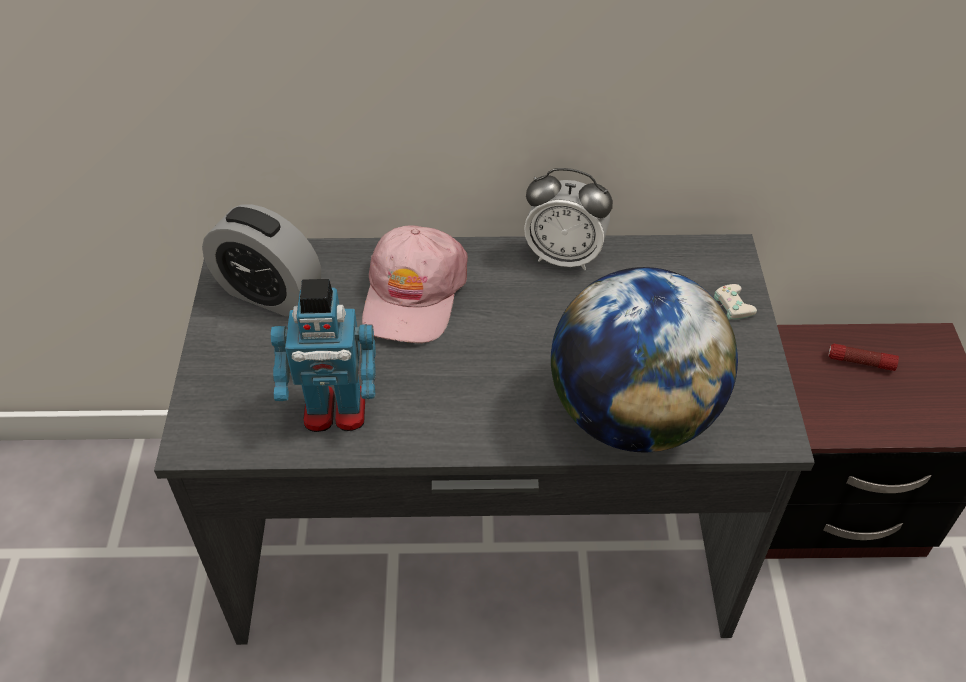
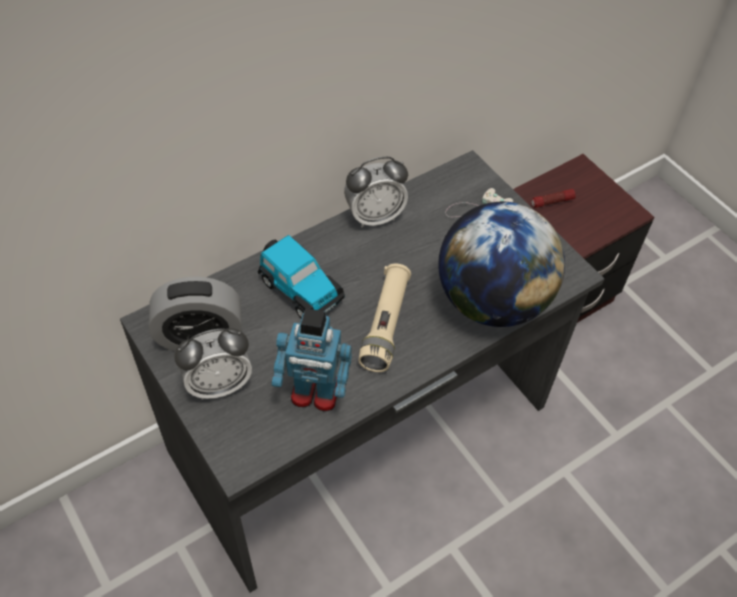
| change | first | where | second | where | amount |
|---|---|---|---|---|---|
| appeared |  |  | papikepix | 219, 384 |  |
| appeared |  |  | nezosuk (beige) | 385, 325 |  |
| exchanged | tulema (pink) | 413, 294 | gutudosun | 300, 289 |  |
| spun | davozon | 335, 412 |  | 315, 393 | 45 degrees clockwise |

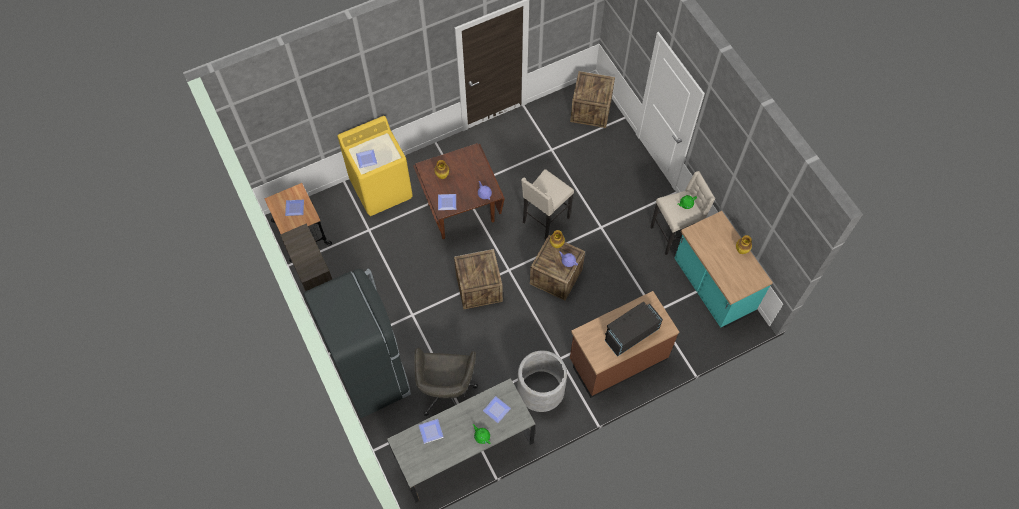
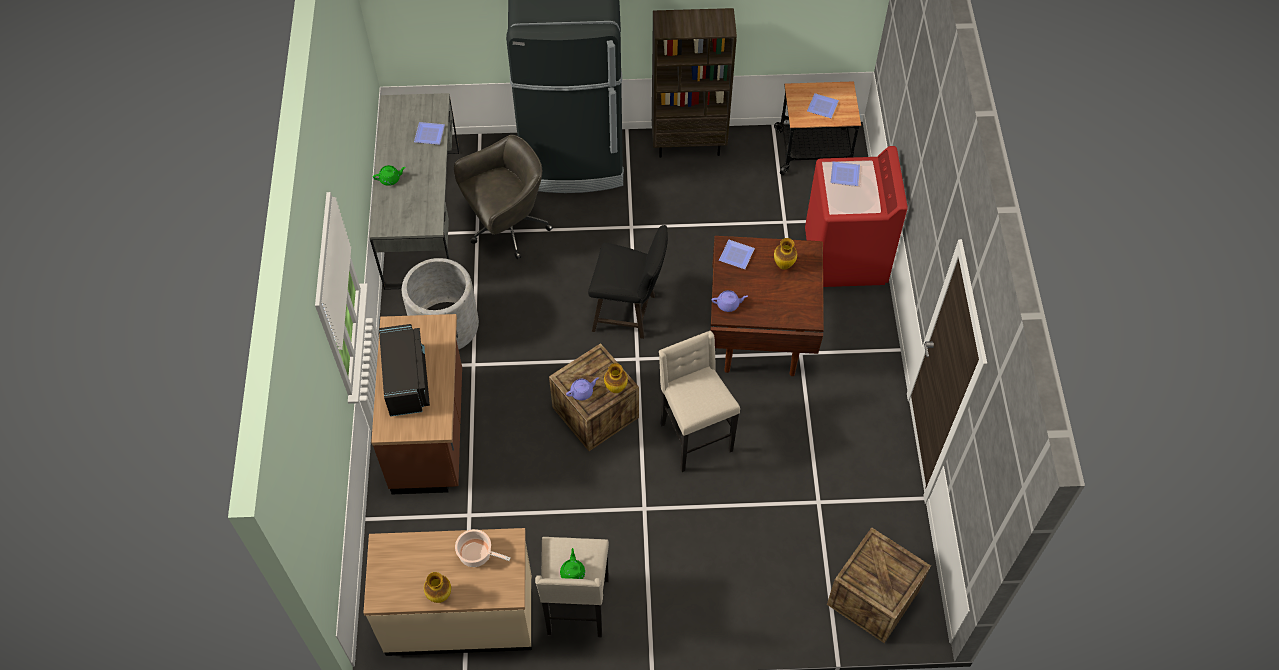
| change | first | where | second | where | amount |
|---|---|---|---|---|---|
| missing | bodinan | 496, 411 |  |  |  |
| appeared |  |  | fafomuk | 477, 554 |  |
| exchanged | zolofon | 479, 288 | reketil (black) | 629, 313 |  |
| colour | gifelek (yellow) | 381, 189 | gifelek (red) | 845, 257 |  |
| colour | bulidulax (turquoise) | 712, 287 | bulidulax (beige) | 460, 616 |  |
| spun | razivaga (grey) | 447, 390 |  | 507, 227 | 120 degrees clockwise |

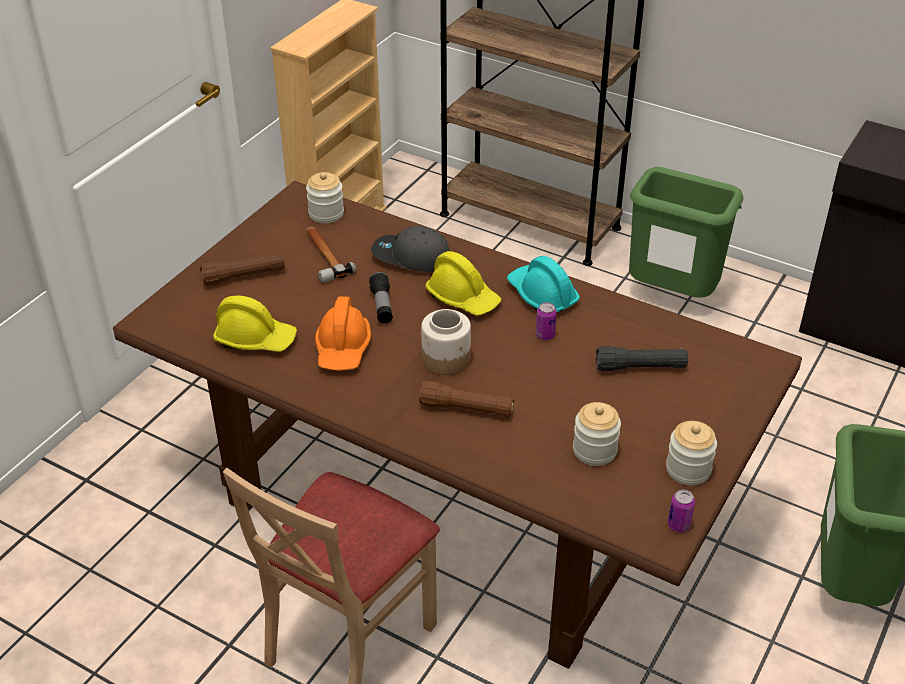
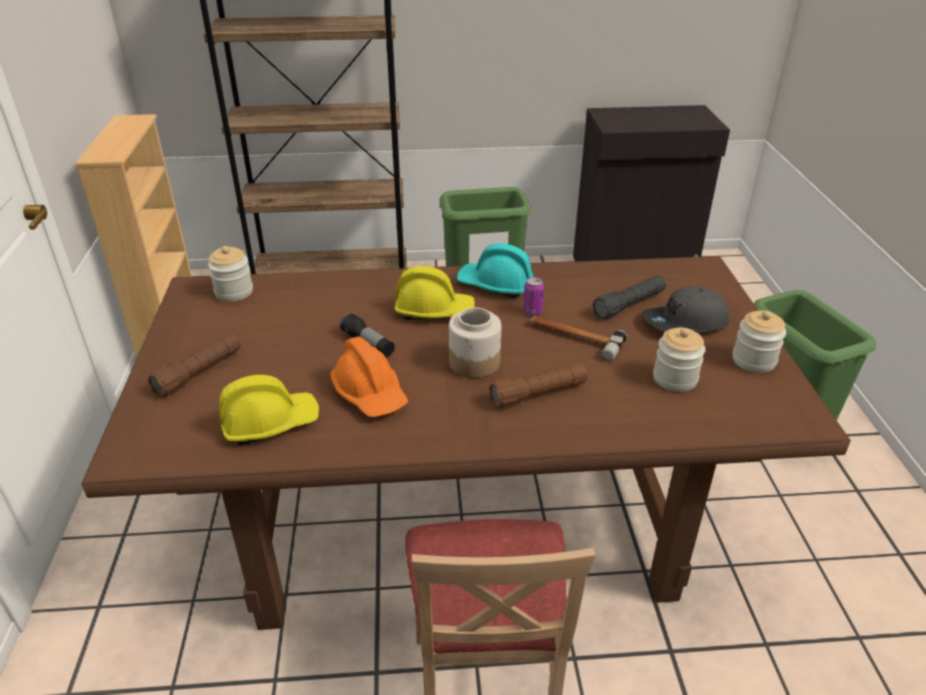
| change | first | where | second | where | amount |
|---|---|---|---|---|---|
| missing | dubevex | 678, 525 |  |  |  |
| relocated | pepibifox | 324, 256 |  | 574, 338 |  |
| relocated | tulema (grey) | 411, 258 |  | 685, 323 |  |

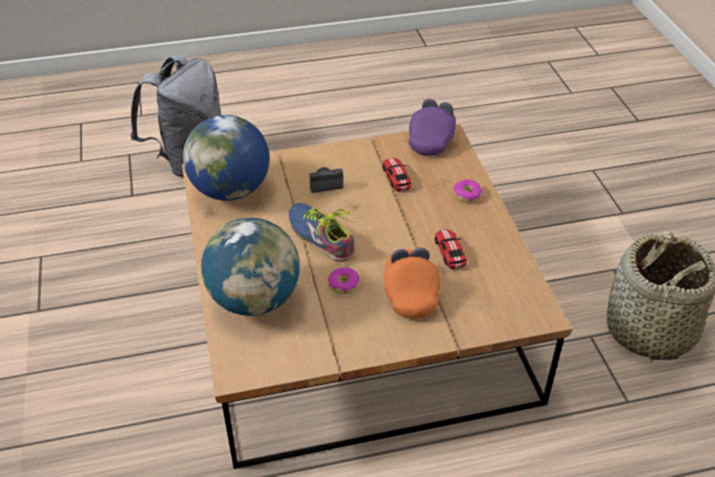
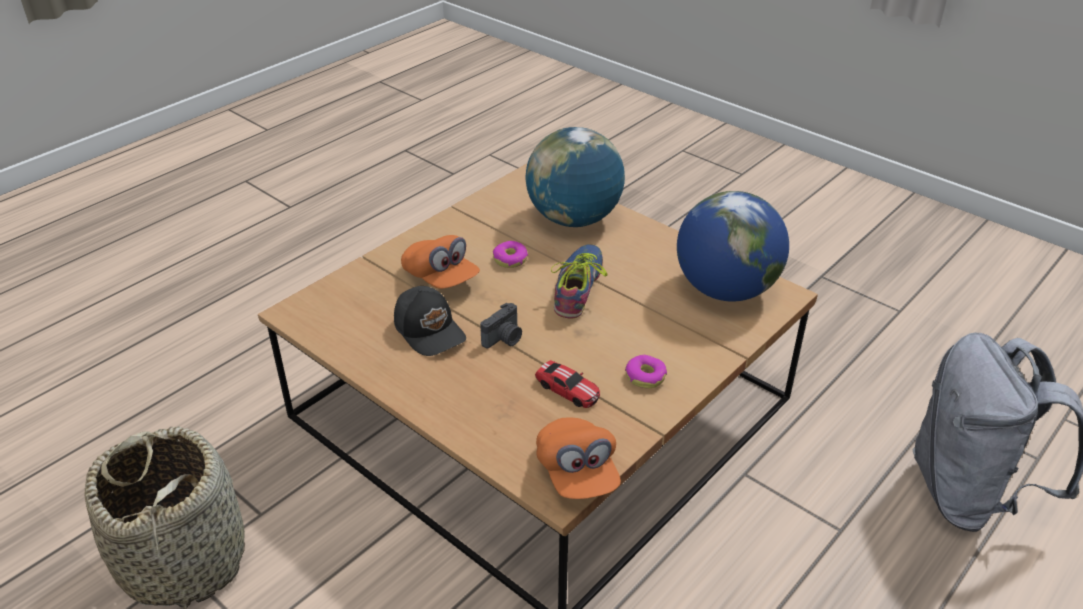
| change | first | where | second | where | amount |
|---|---|---|---|---|---|
| relocated | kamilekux | 325, 185 |  | 504, 339 |  |
| relocated | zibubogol | 467, 195 |  | 645, 376 |  |
| exchanged | gutudosun | 449, 252 | tulema (black) | 430, 330 |  |
| colour | tulema (purple) | 432, 139 | tulema (orange) | 577, 473 |  |
| spun | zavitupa | 320, 237 |  | 577, 287 | 90 degrees counterclockwise |

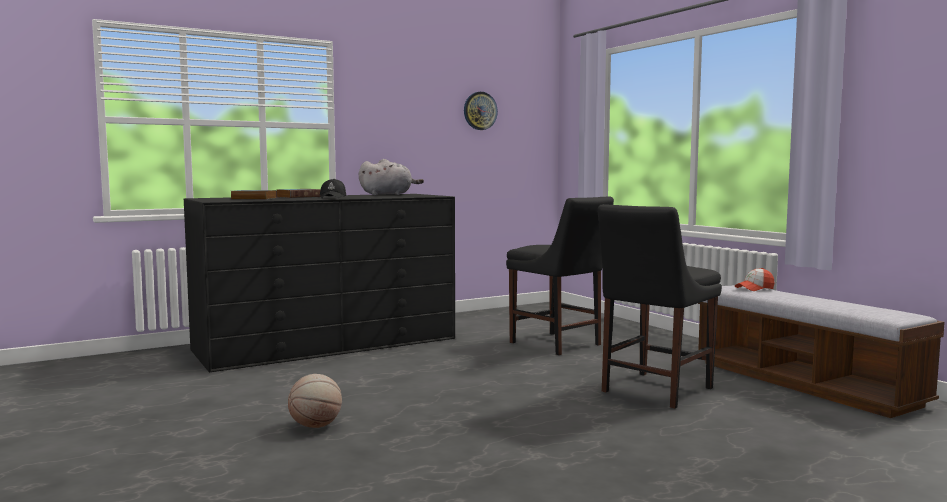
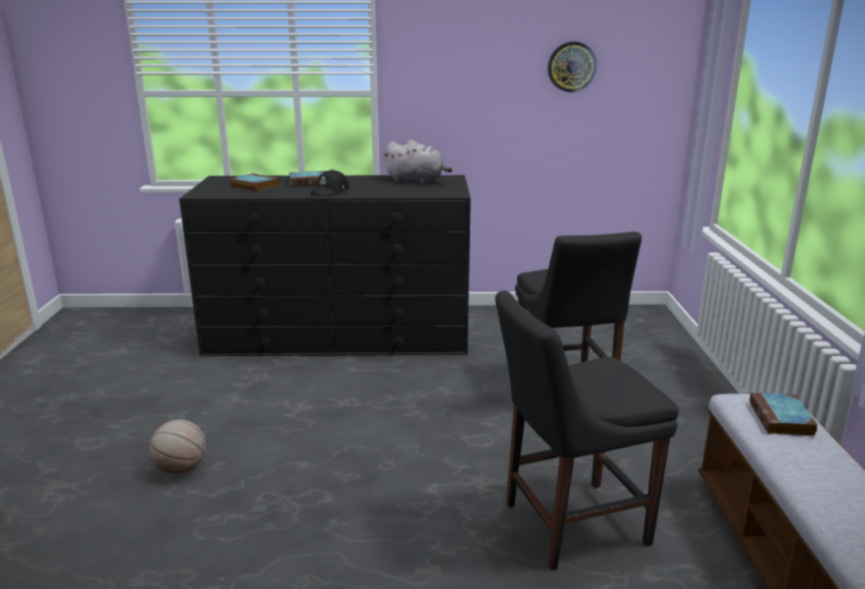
| change | first | where | second | where | amount |
|---|---|---|---|---|---|
| exchanged | tulema | 754, 289 | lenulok | 782, 419 |  |

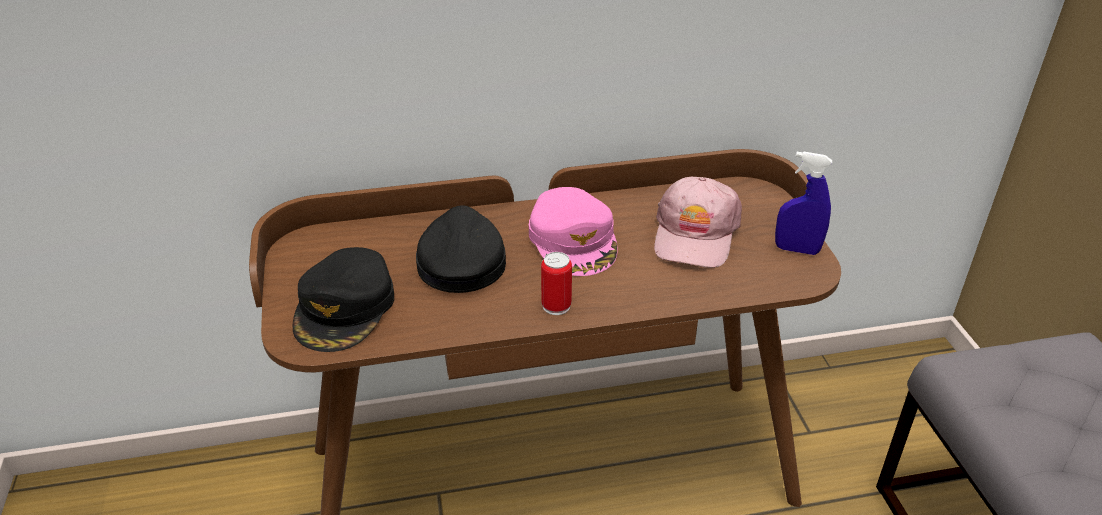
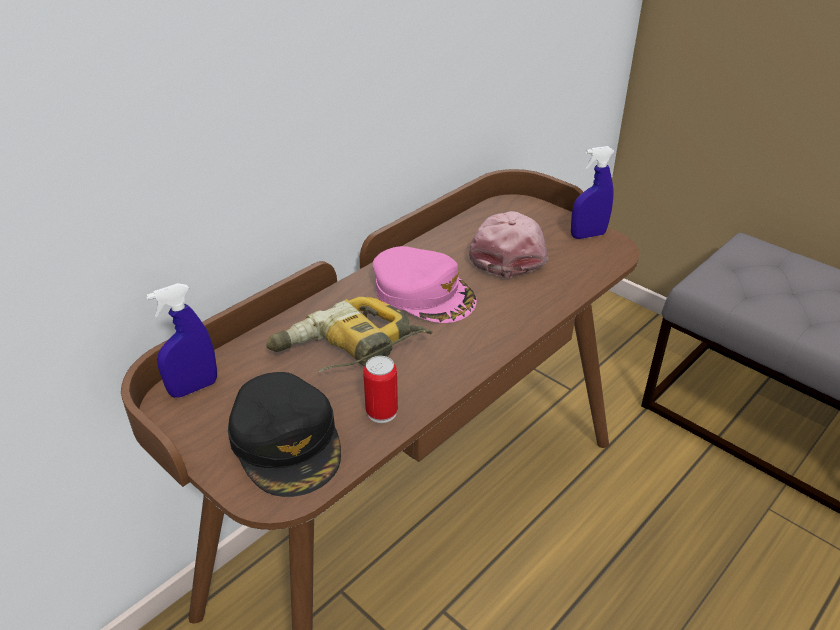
| change | first | where | second | where | amount |
|---|---|---|---|---|---|
| appeared |  |  | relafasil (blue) | 193, 388 |  |
| relocated | dubevex | 556, 306 |  | 381, 412 |  |
| exchanged | tulema (black) | 461, 261 | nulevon | 348, 350 |  |
| spun | tulema (pink) | 695, 234 |  | 508, 252 | 150 degrees counterclockwise |

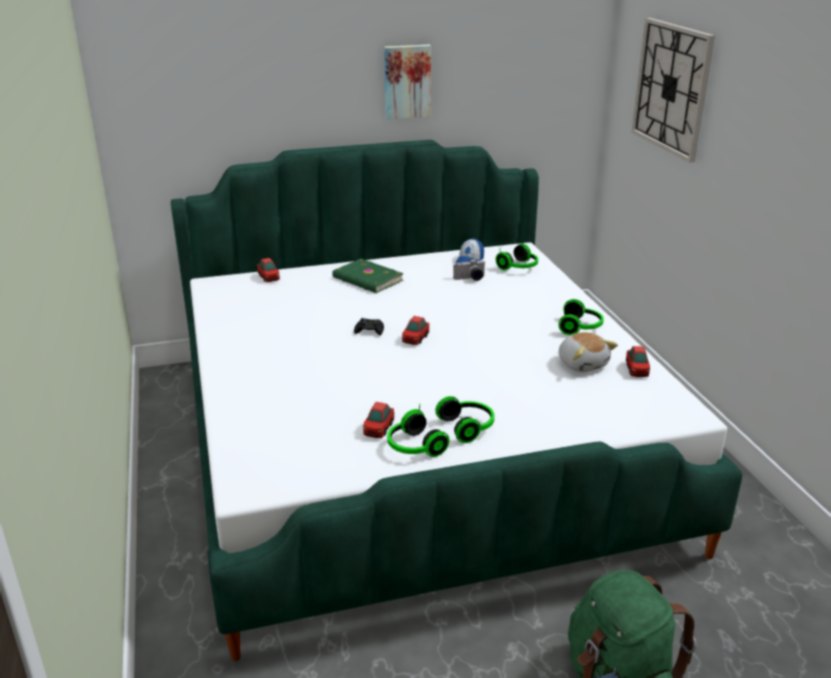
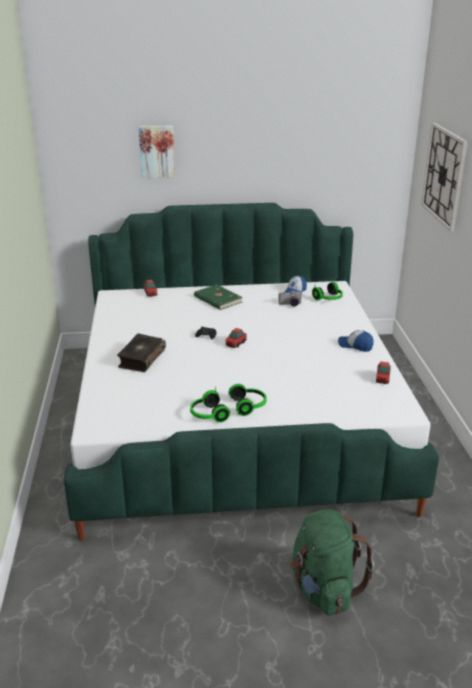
| change | first | where | second | where | amount |
|---|---|---|---|---|---|
| missing | gutudosun | 378, 429 |  |  |  |
| missing | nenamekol | 583, 363 |  |  |  |
| appeared |  |  | lenulok | 141, 359 |  |
| relocated | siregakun | 406, 81 |  | 157, 151 |  |
| exchanged | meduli | 581, 327 | tulema | 355, 345 |  |

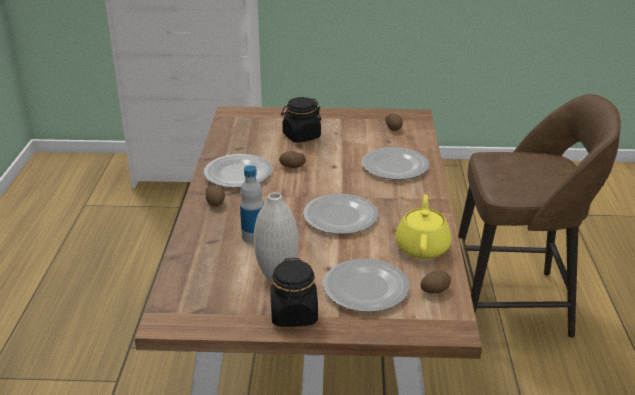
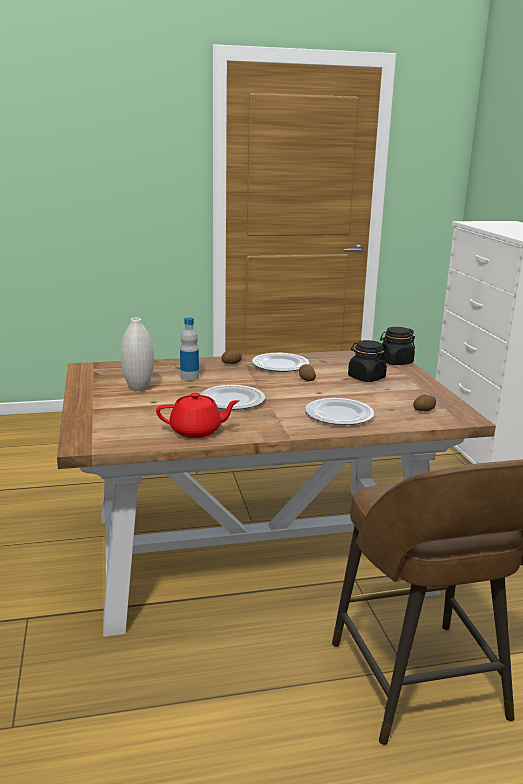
| change | first | where | second | where | amount |
|---|---|---|---|---|---|
| missing | bodinan | 365, 287 |  |  |  |
| missing | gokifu | 435, 290 |  |  |  |
| relocated | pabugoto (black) | 294, 314 |  | 395, 362 |  |
| colour | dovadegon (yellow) | 422, 247 | dovadegon (red) | 197, 431 |  |

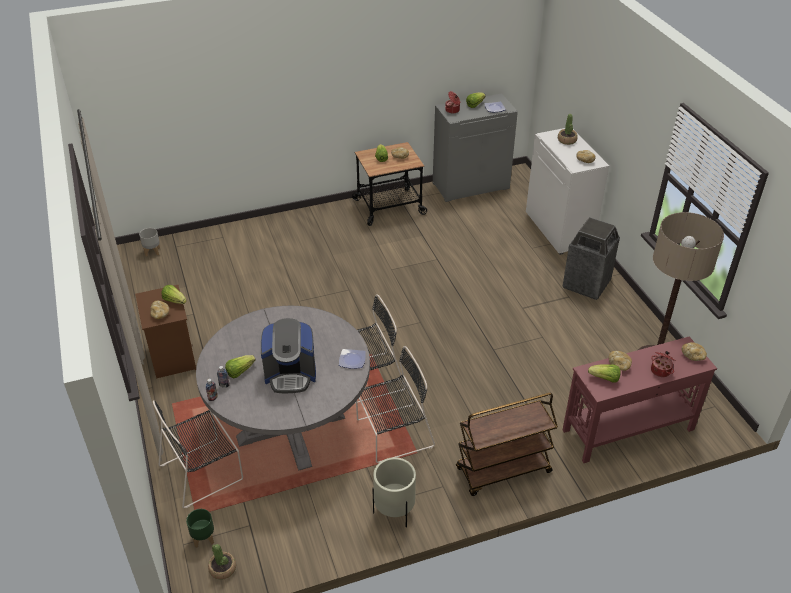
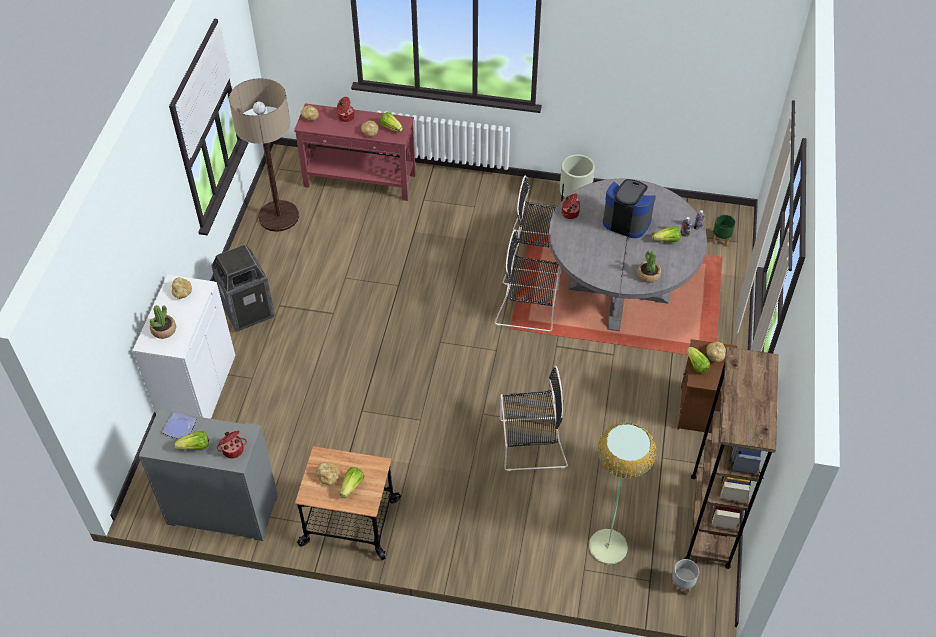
| change | first | where | second | where | amount |
|---|---|---|---|---|---|
| missing | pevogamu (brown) | 503, 471 |  |  |  |
| appeared |  |  | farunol | 608, 547 |  |
| appeared |  |  | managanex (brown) | 710, 520 |  |
| relocated | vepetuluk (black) | 203, 471 |  | 530, 443 |  |
| relocated | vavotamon | 223, 568 |  | 648, 275 |  |
| exchanged | bodinan | 352, 360 | fafomuk | 569, 213 |  |

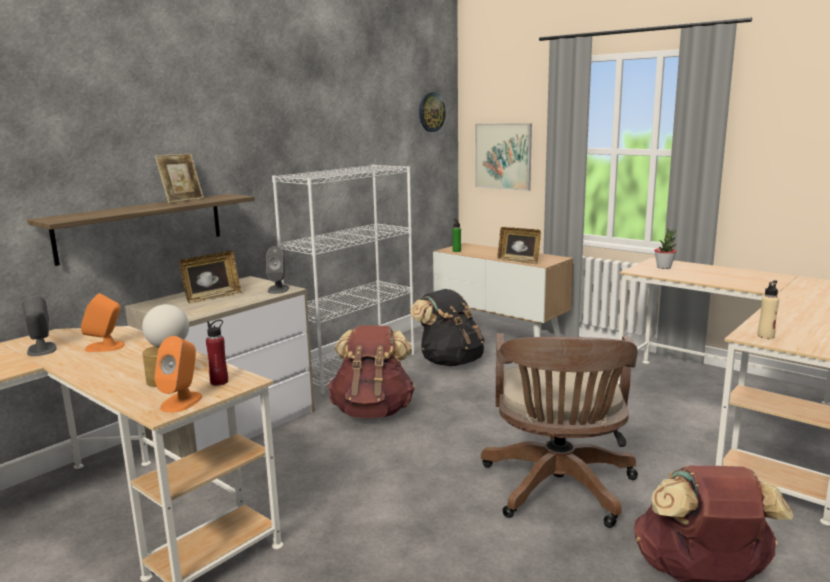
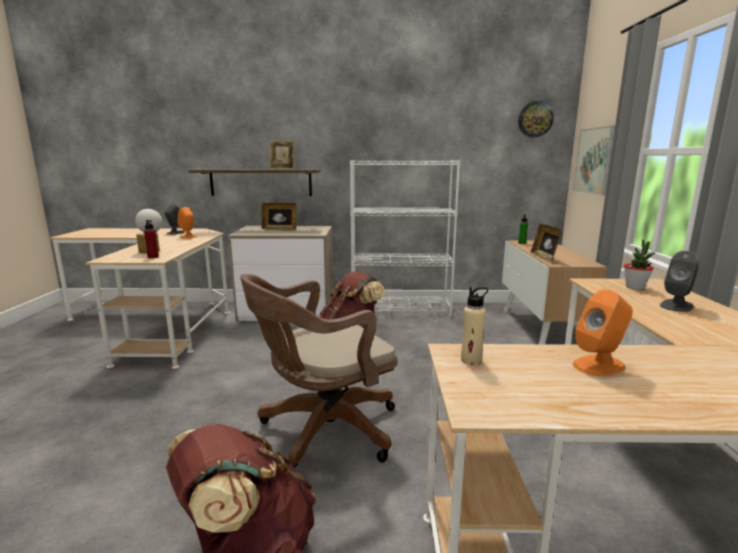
| change | first | where | second | where | amount |
|---|---|---|---|---|---|
| missing | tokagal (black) | 450, 361 |  |  |  |
| relocated | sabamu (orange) | 182, 402 |  | 599, 365 |  |
| relocated | sabamu (grey) | 278, 289 |  | 676, 305 |  |

